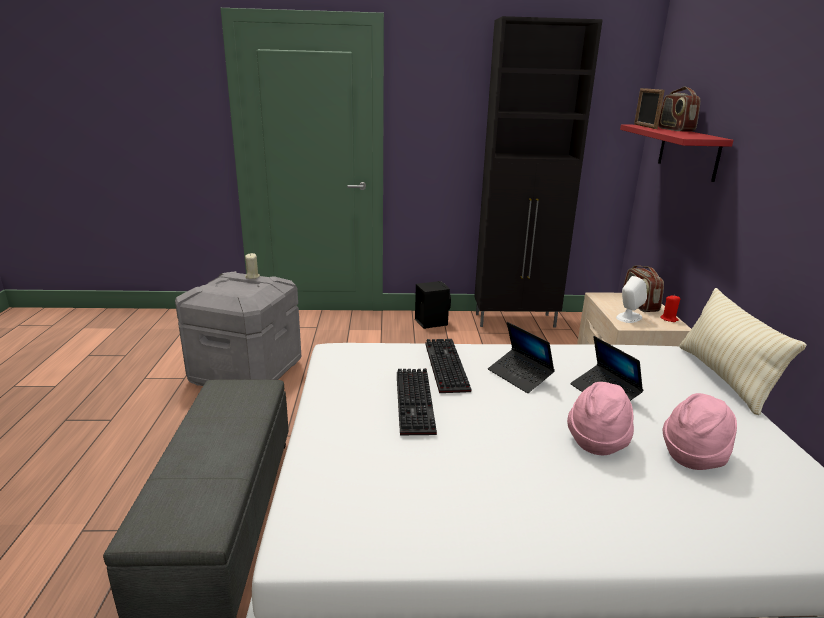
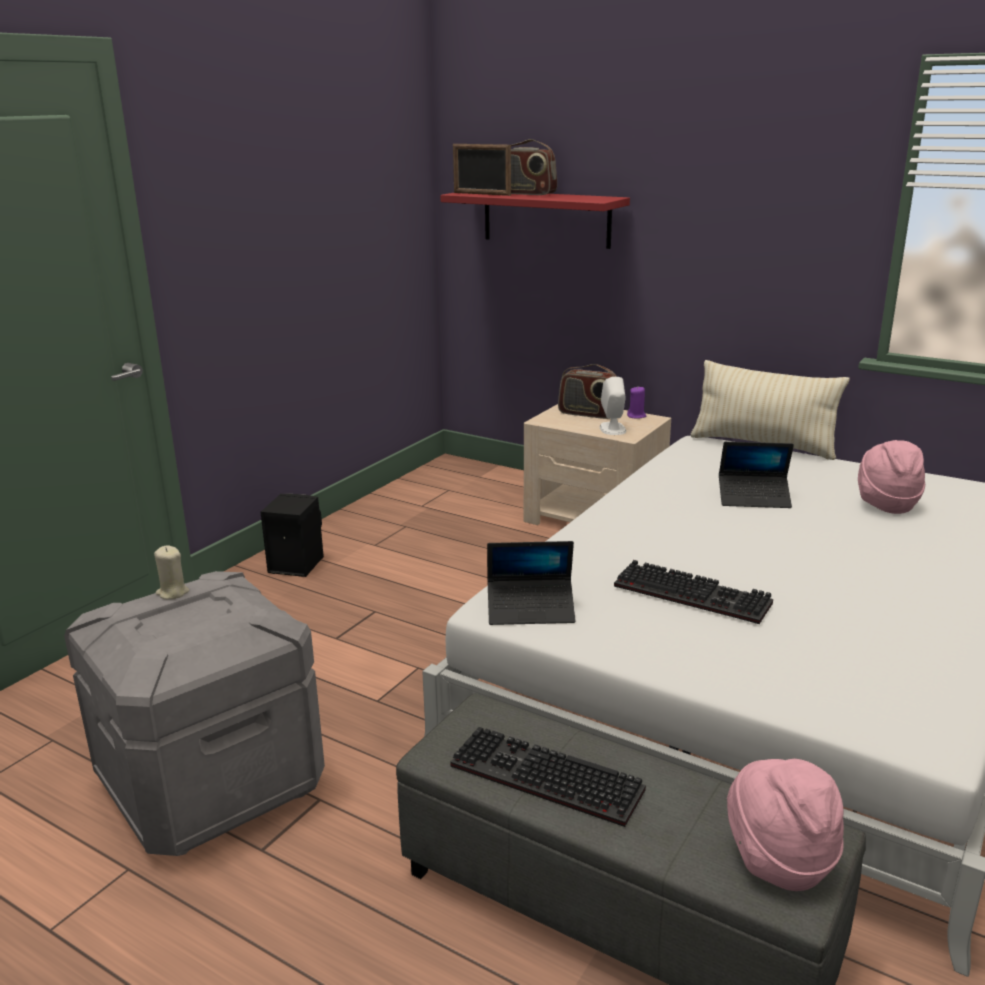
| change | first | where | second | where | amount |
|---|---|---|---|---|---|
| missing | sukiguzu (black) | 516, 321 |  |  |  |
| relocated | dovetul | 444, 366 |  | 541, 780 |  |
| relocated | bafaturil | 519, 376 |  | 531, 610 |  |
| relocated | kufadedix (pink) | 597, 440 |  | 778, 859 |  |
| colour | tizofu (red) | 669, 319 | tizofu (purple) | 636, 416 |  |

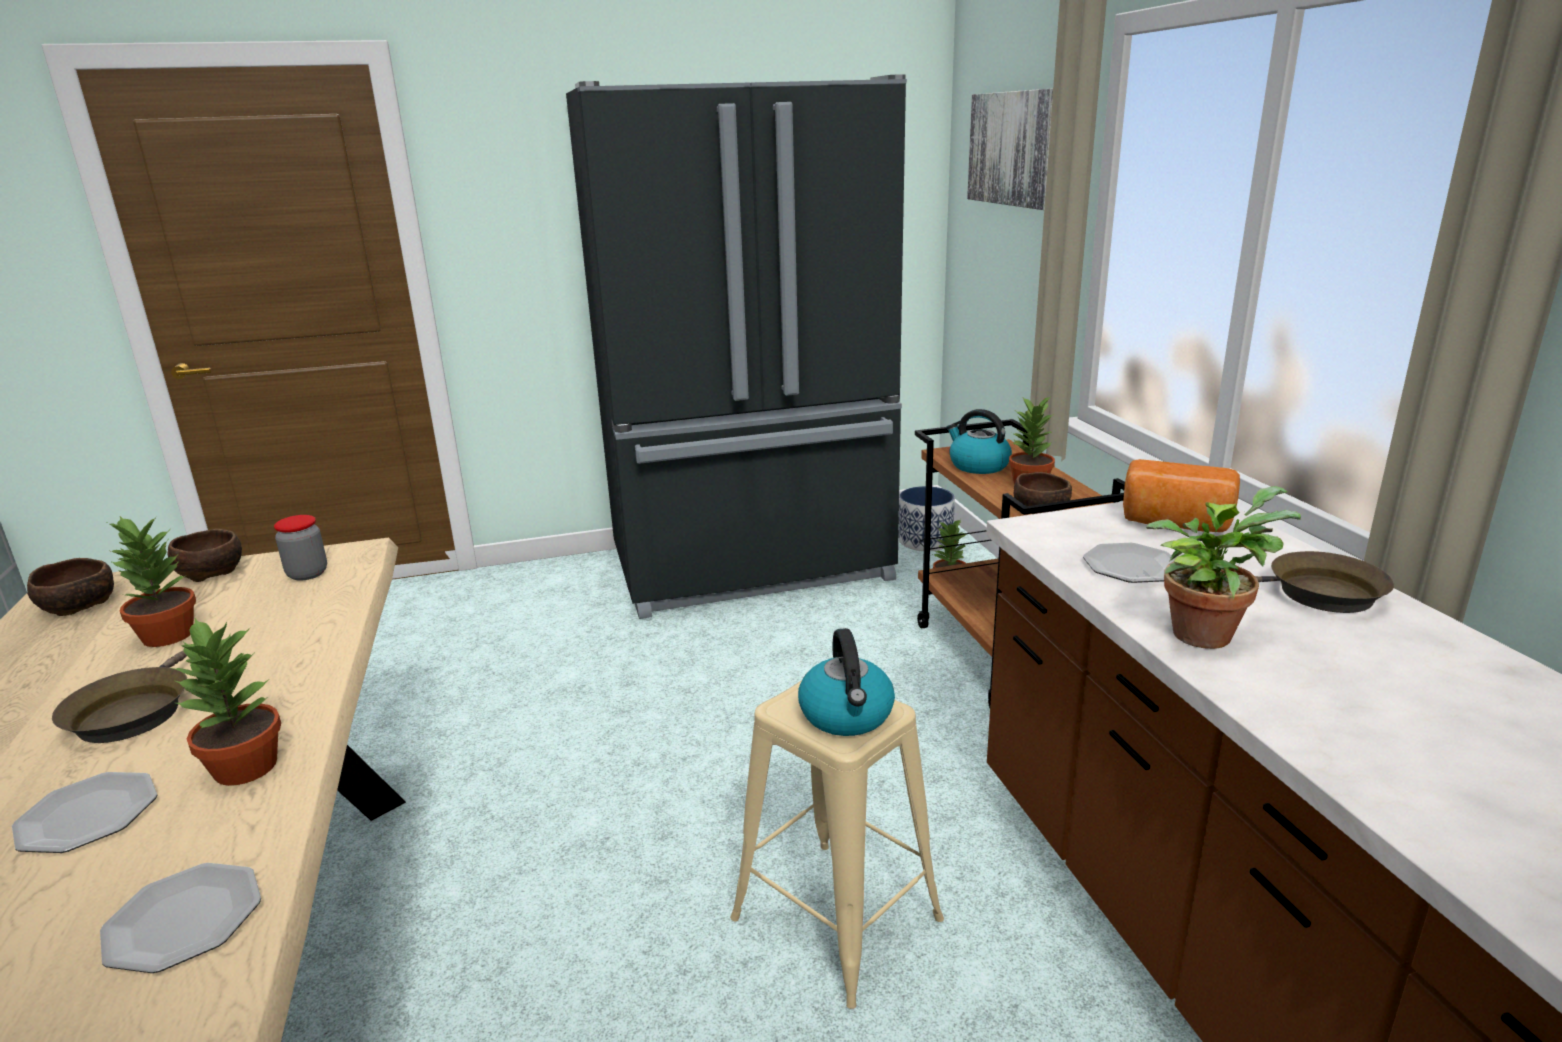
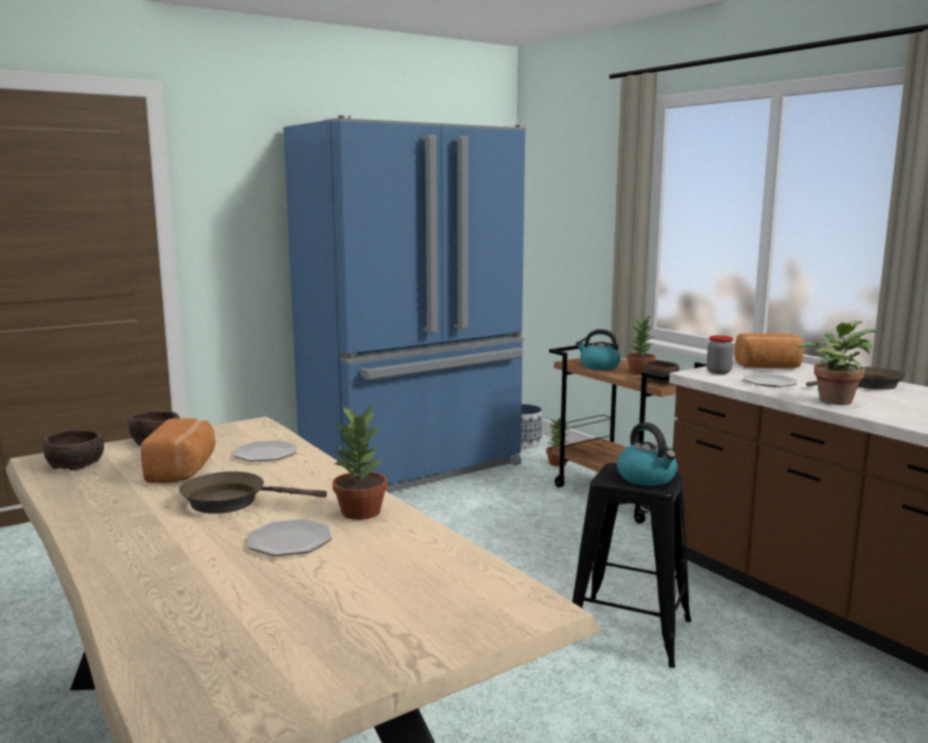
| change | first | where | second | where | amount |
|---|---|---|---|---|---|
| missing | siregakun | 1015, 148 |  |  |  |
| relocated | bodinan | 184, 921 |  | 266, 454 |  |
| relocated | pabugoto | 307, 574 |  | 718, 372 |  |
| exchanged | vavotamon | 166, 635 | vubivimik | 184, 470 |  |
| colour | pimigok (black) | 753, 567 | pimigok (blue) | 414, 467 |  |
| colour | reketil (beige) | 836, 919 | reketil (black) | 629, 631 |  |
| spun | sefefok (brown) | 135, 711 |  | 231, 501 | 105 degrees clockwise |

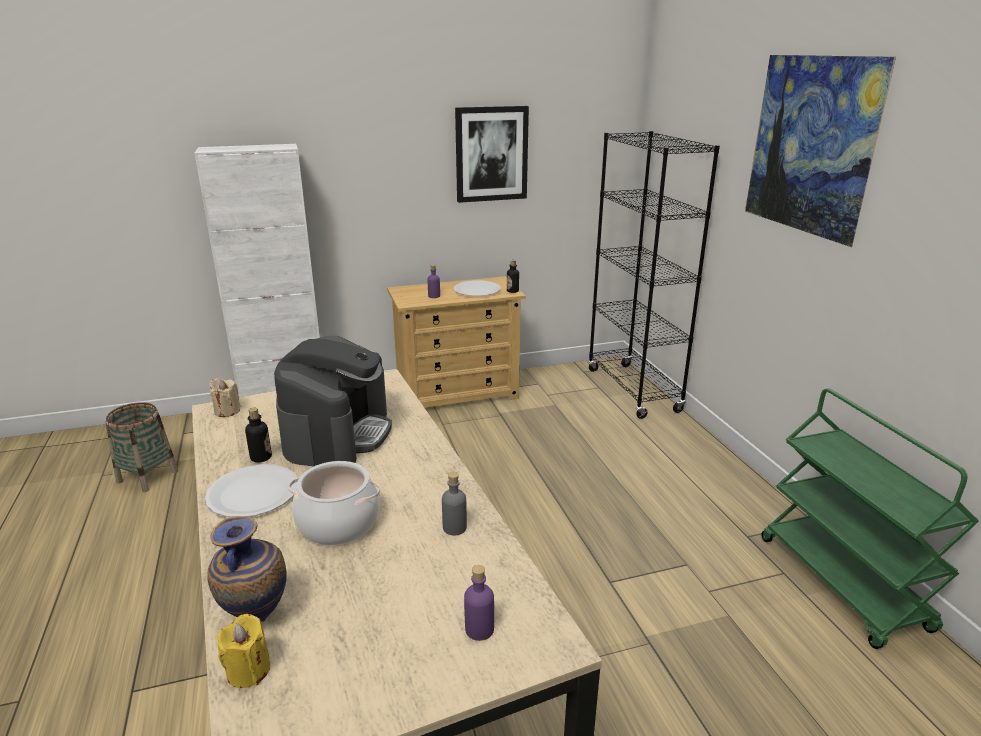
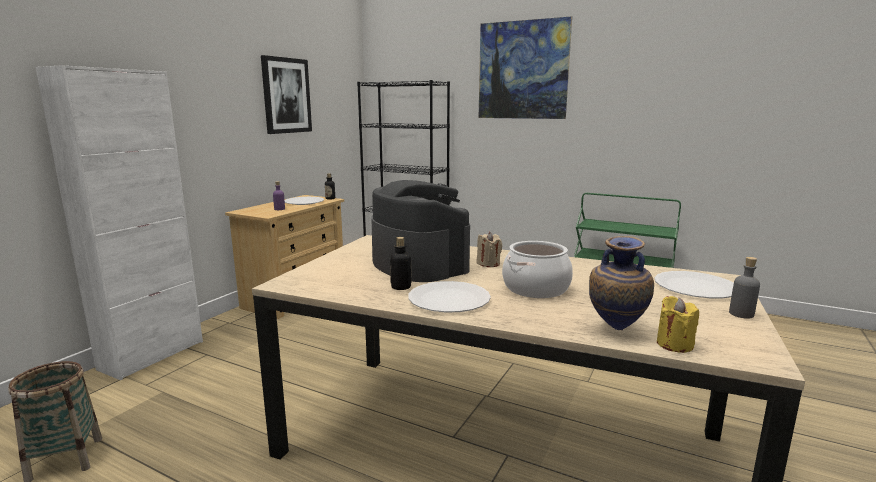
| change | first | where | second | where | amount |
|---|---|---|---|---|---|
| relocated | tizofu (beige) | 227, 411 |  | 488, 264 |  |
| relocated | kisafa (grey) | 454, 528 |  | 741, 314 |  |
| exchanged | kisafa (purple) | 479, 629 | bodinan (white) | 695, 287 |  |

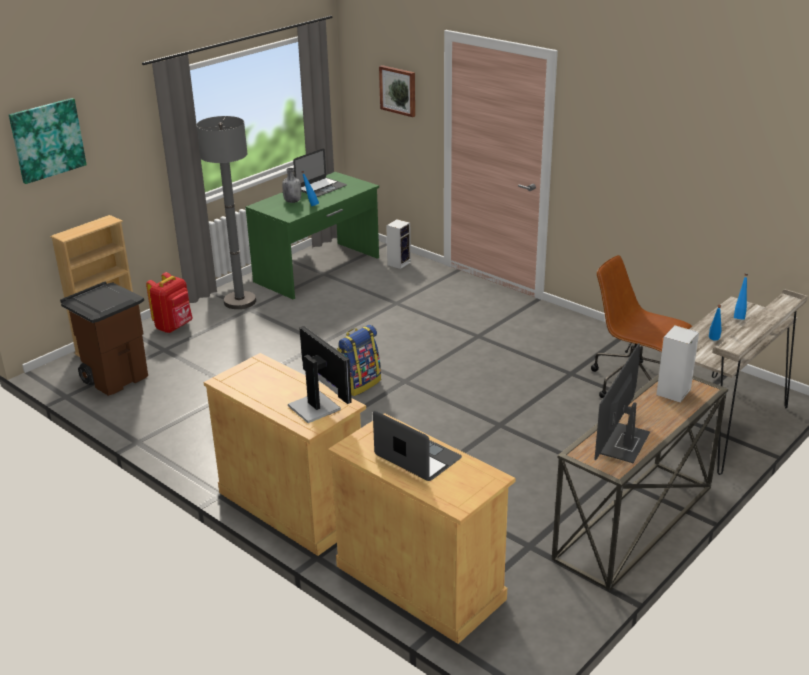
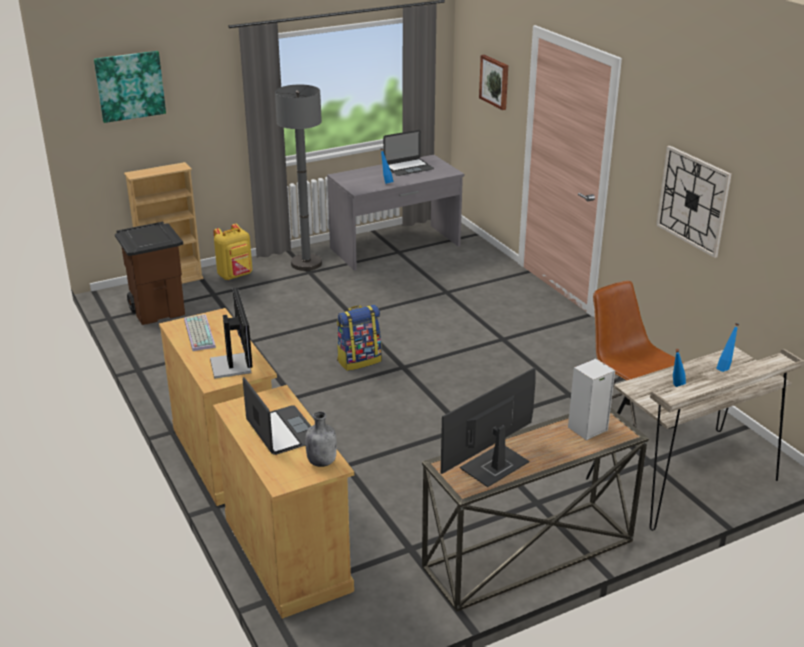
| change | first | where | second | where | amount |
|---|---|---|---|---|---|
| missing | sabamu | 399, 263 |  |  |  |
| appeared |  |  | dovetul | 198, 333 |  |
| appeared |  |  | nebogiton | 693, 200 |  |
| relocated | kisafa (grey) | 292, 201 |  | 322, 461 |  |
| colour | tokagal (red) | 174, 327 | tokagal (yellow) | 235, 275 |  |
| colour | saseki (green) | 318, 270 | saseki (grey) | 396, 247 |  |

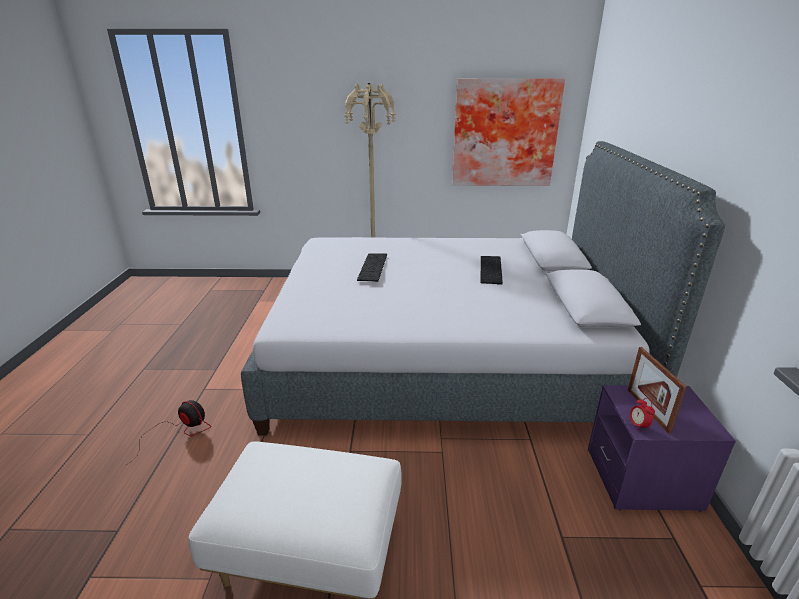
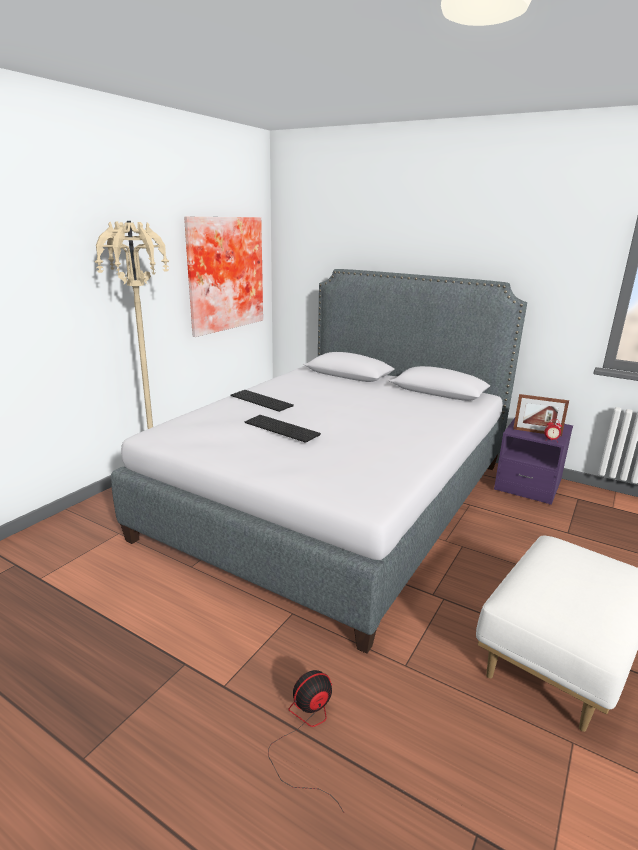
| change | first | where | second | where | amount |
|---|---|---|---|---|---|
| relocated | dovetul | 492, 270 |  | 262, 400 |  |

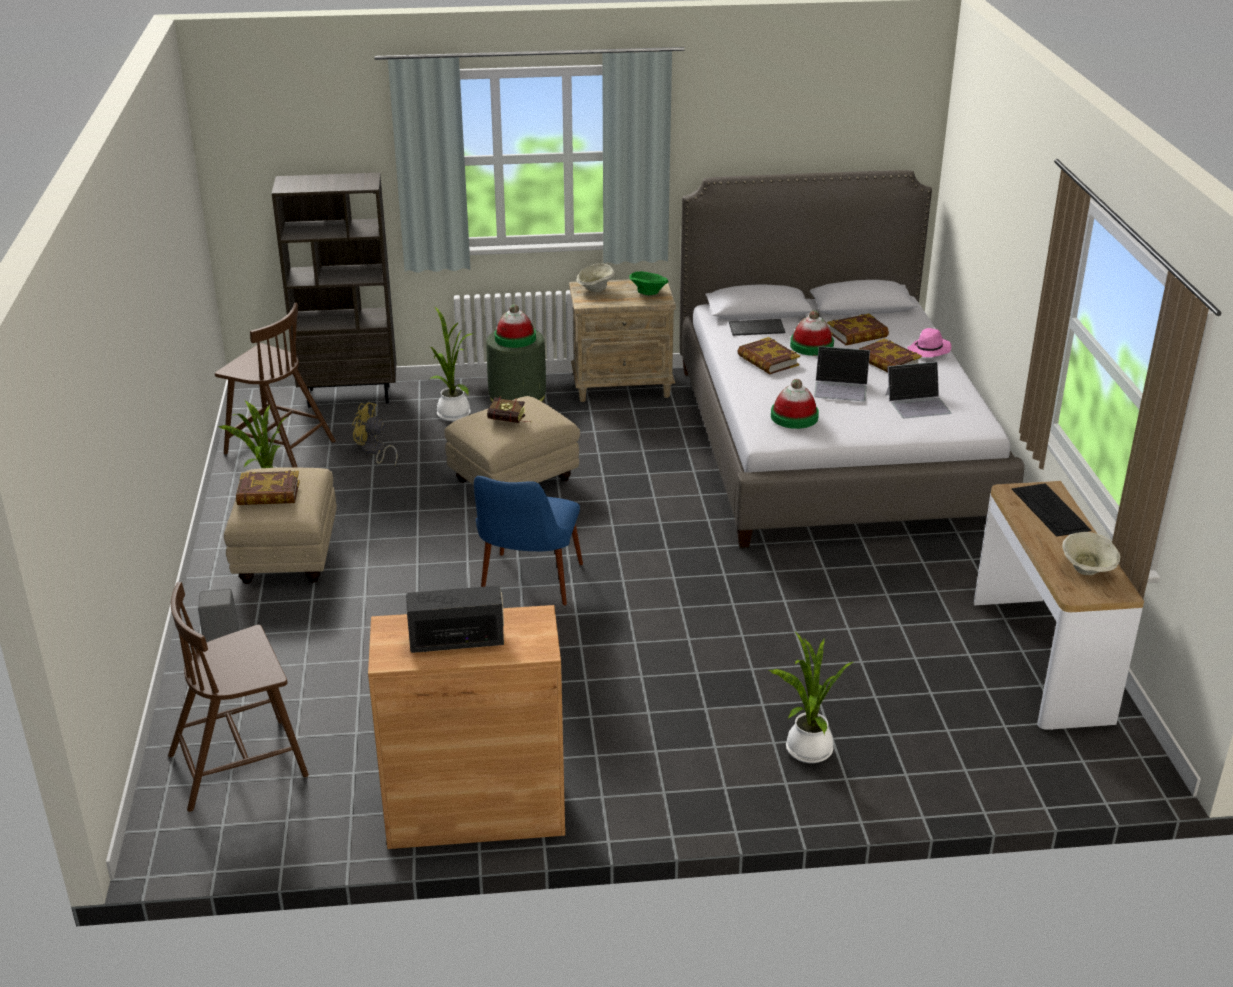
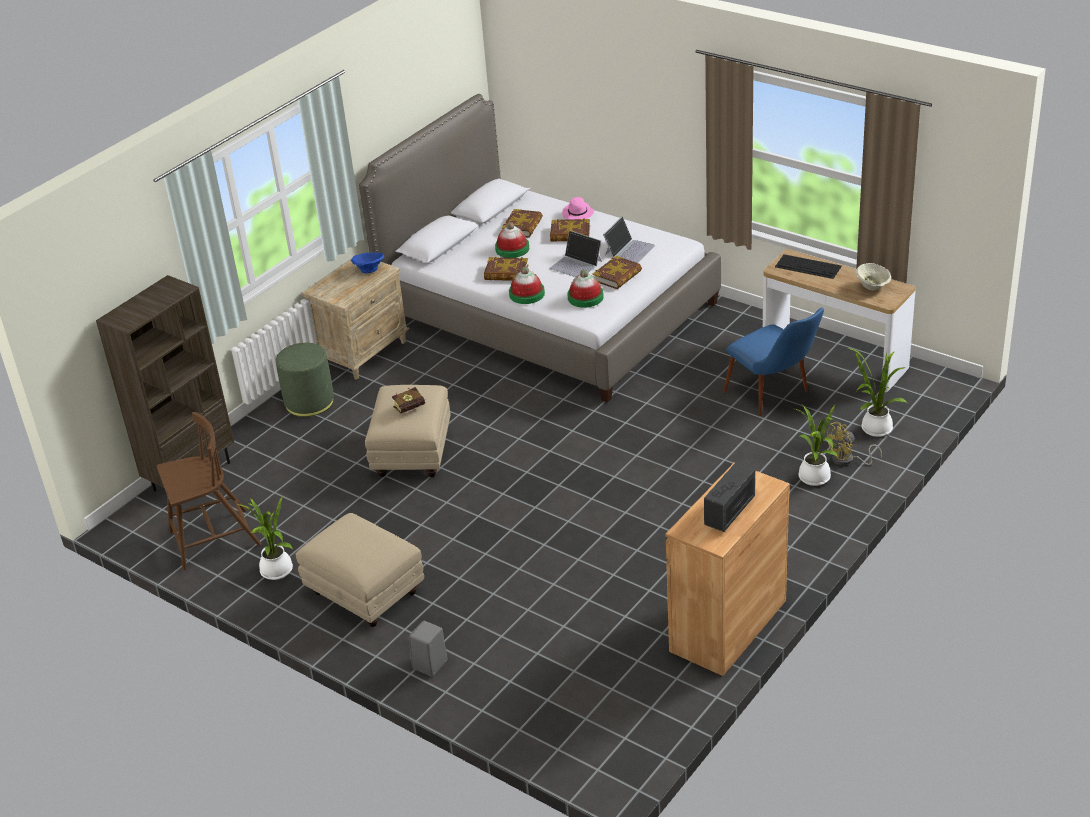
| change | first | where | second | where | amount |
|---|---|---|---|---|---|
| missing | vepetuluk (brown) | 241, 764 |  |  |  |
| missing | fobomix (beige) | 595, 289 |  |  |  |
| missing | dovetul | 757, 328 |  |  |  |
| relocated | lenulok | 268, 494 |  | 617, 276 |  |
| relocated | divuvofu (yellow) | 374, 451 |  | 847, 460 |  |
| relocated | vavotamon | 453, 413 |  | 874, 428 |  |
| relocated | vepetuluk (blue) | 527, 589 |  | 775, 397 |  |
| relocated | kufadedix | 515, 338 |  | 527, 294 |  |
| colour | fobomix (green) | 648, 293 | fobomix (blue) | 369, 270 |  |
| spun | bafaturil | 841, 387 |  | 576, 264 | 75 degrees clockwise |

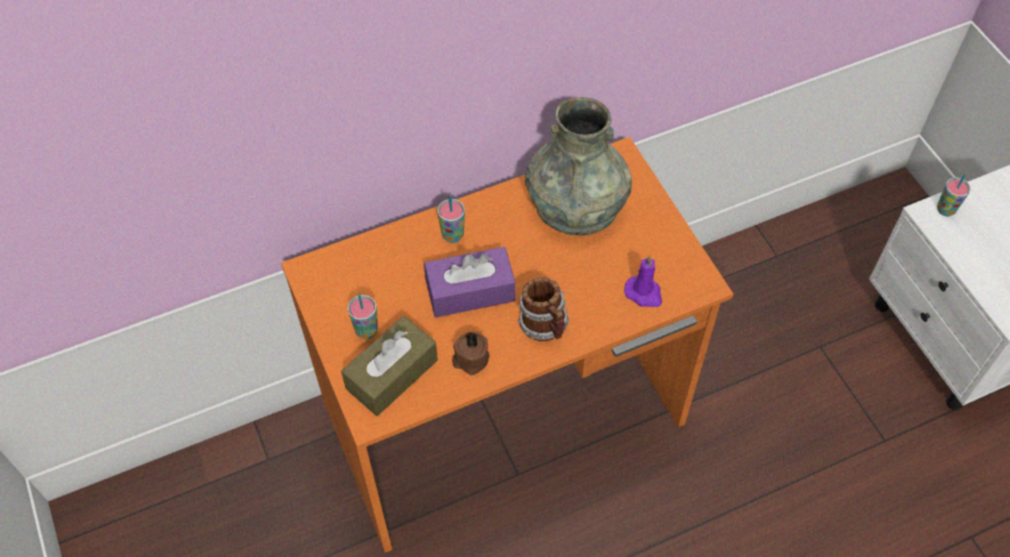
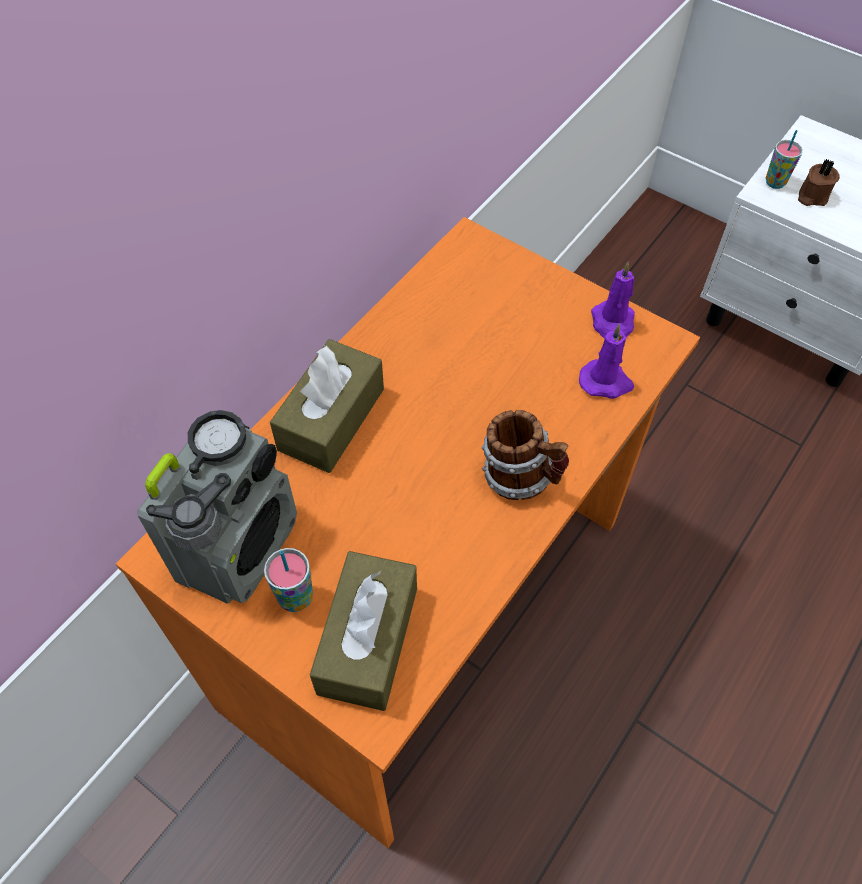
| change | first | where | second | where | amount |
|---|---|---|---|---|---|
| missing | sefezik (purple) | 470, 291 |  |  |  |
| missing | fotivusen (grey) | 577, 205 |  |  |  |
| appeared |  |  | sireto | 239, 546 |  |
| appeared |  |  | tizofu (purple) | 612, 324 |  |
| relocated | tizofu (brown) | 470, 359 |  | 811, 196 |  |
| exchanged | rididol | 453, 235 | sefezik (brown) | 331, 419 |  |

